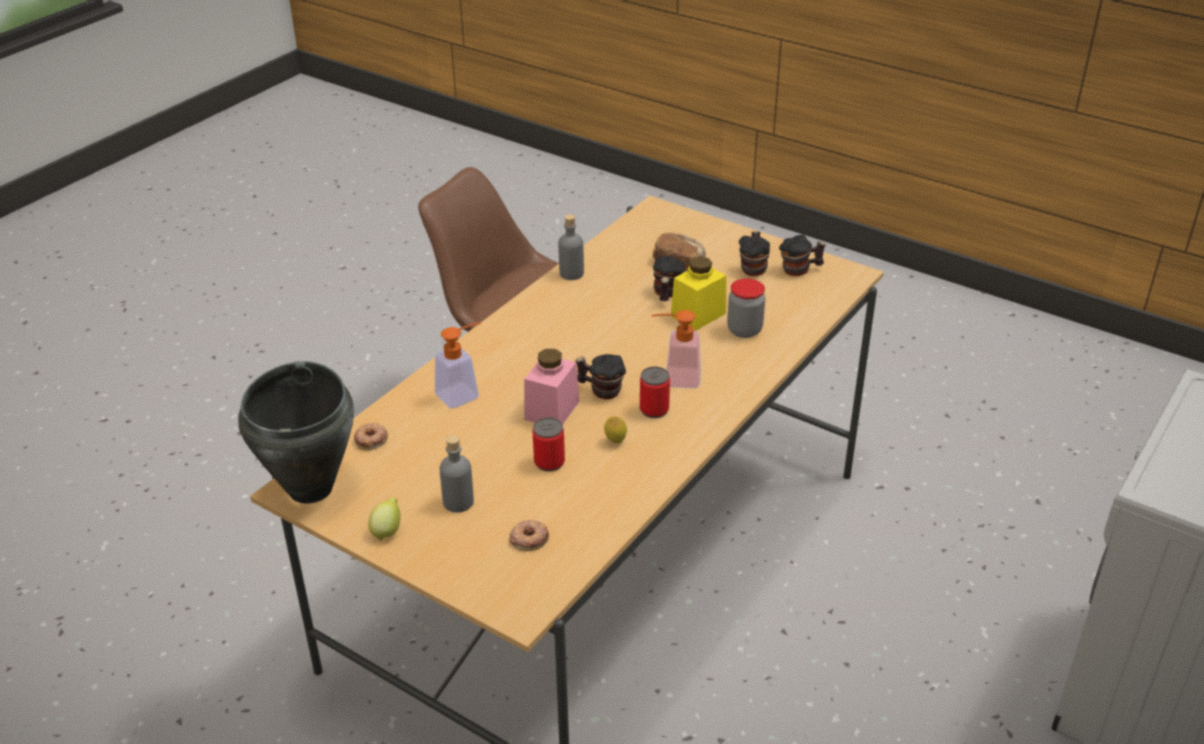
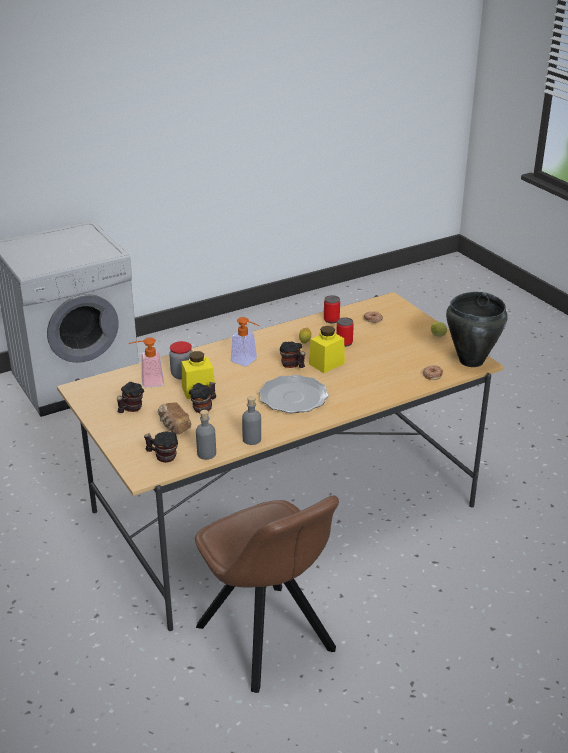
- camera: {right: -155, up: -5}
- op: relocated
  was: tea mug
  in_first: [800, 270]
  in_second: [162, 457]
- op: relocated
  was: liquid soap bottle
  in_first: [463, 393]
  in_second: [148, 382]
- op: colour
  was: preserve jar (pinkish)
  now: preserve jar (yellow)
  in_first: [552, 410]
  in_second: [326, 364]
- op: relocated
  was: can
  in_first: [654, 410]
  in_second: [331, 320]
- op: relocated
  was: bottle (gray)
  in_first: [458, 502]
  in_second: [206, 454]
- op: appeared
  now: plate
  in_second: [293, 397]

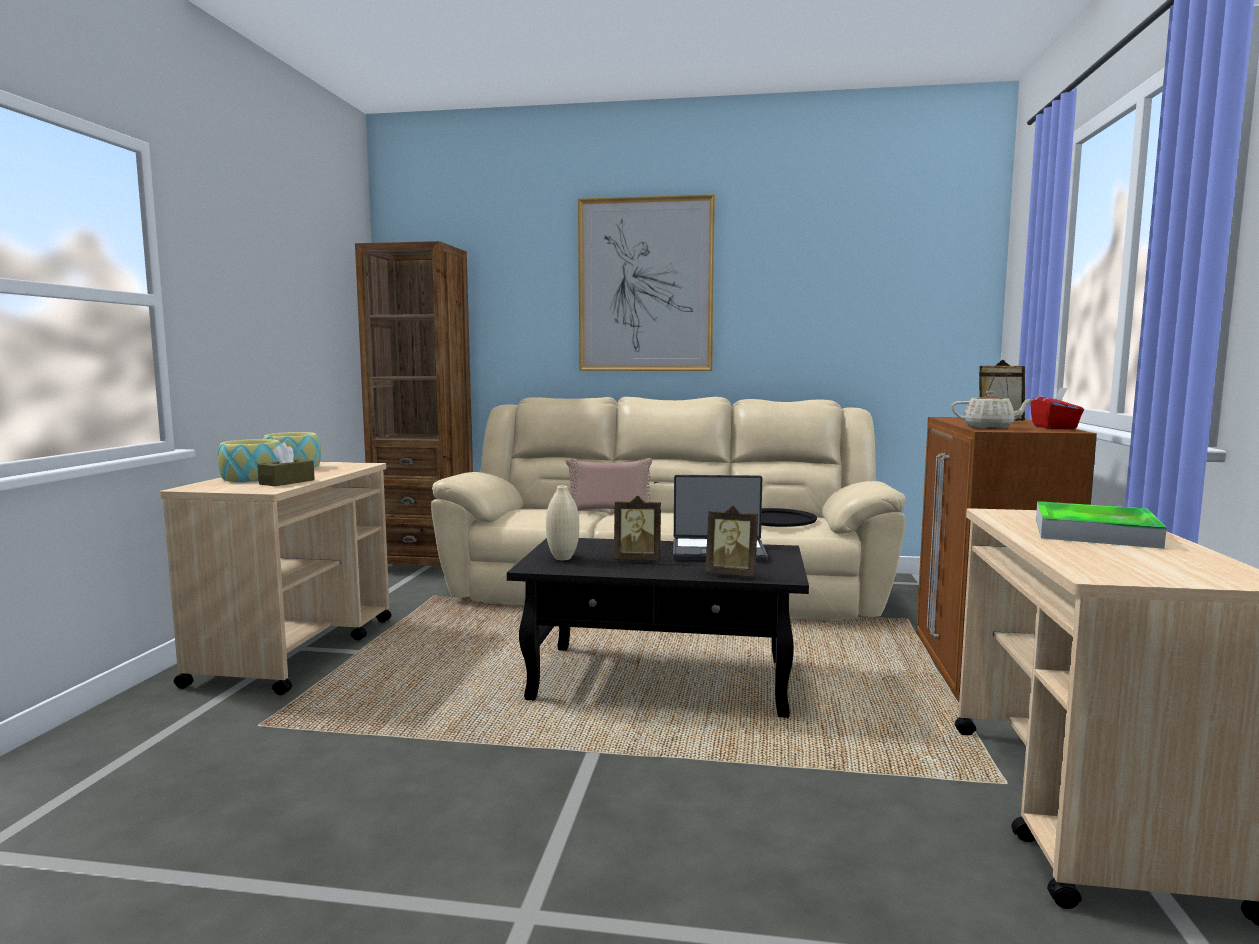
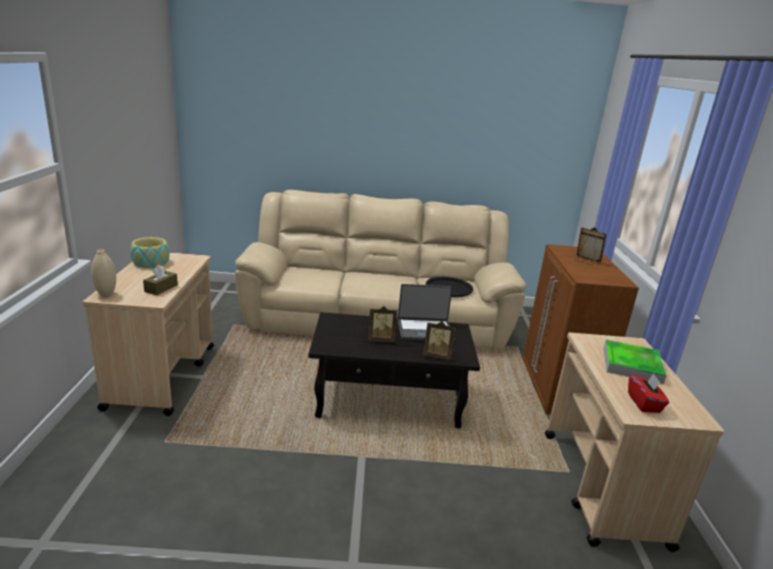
- camera: {right: -10, up: 15}
- op: missing
  was: wall art
  in_first: [645, 285]
- op: missing
  was: bookshelf (brown)
  in_first: [425, 565]
- op: relocated
  was: box of tissues (red)
  in_first: [1055, 427]
  in_second: [644, 403]
- op: missing
  was: teapot (sand-coloured)
  in_first: [989, 428]
- op: missing
  was: deep dish
  in_first: [253, 478]
- op: missing
  was: pillow (sand-coloured)
  in_first: [608, 512]
- op: relocated
  was: vase (sand-coloured)
  in_first: [563, 558]
  in_second: [106, 294]

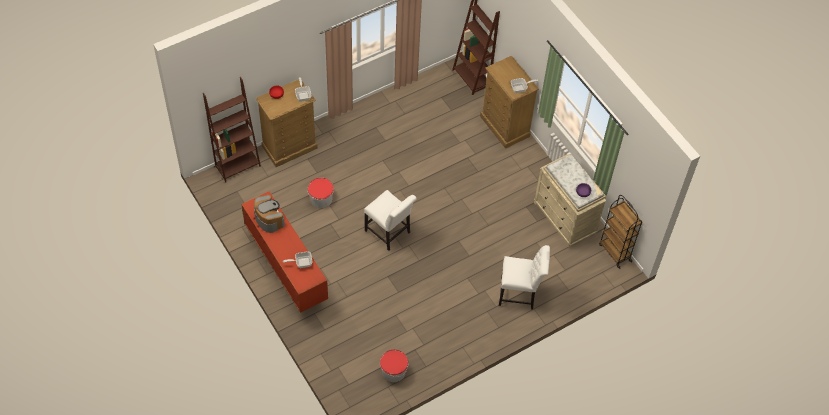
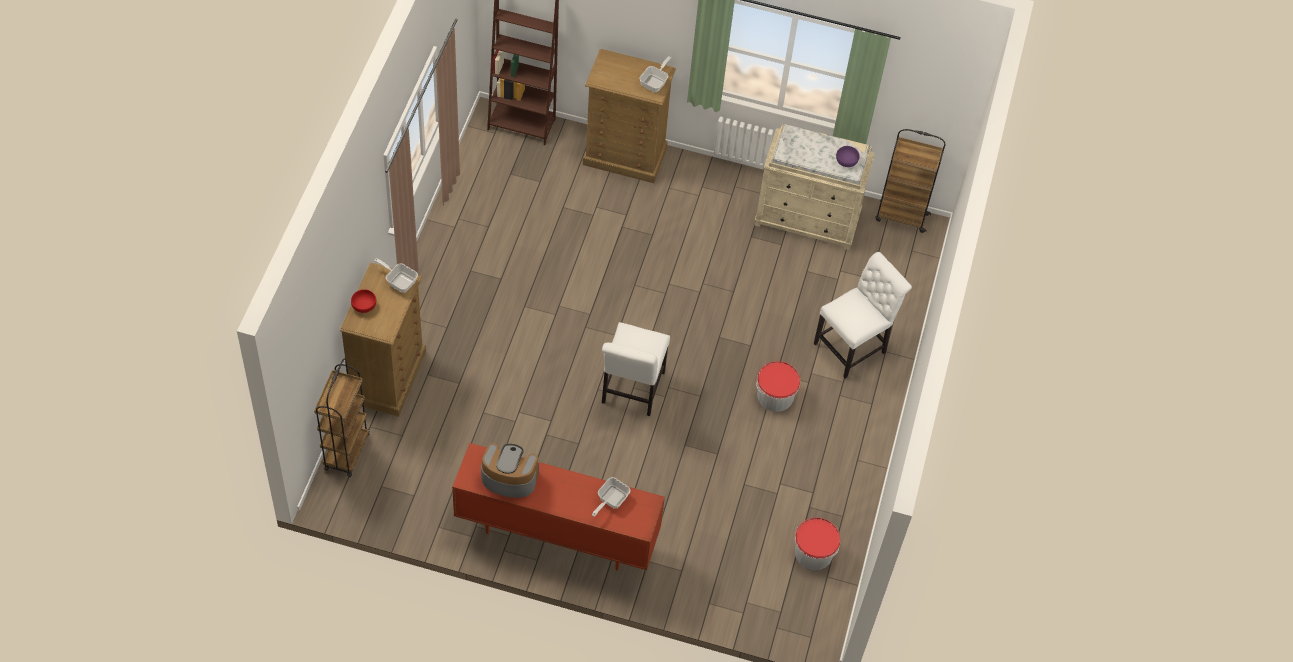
- camera: {right: -45, up: 0}
- op: exchanged
  was: bookshelf (brown)
  now: cart (brown)
  in_first: [237, 166]
  in_second: [346, 452]
- op: relocated
  was: pail
  in_first: [321, 199]
  in_second: [775, 396]
- op: spun
  was: plain chair (white-coloured)
  in_first: [389, 233]
  in_second: [631, 391]
  clockwise: 105

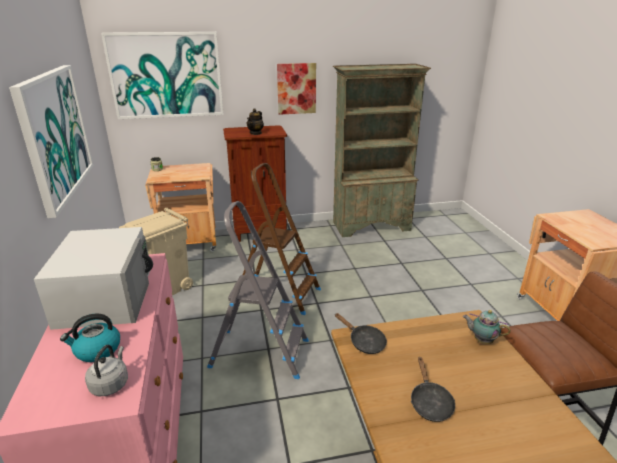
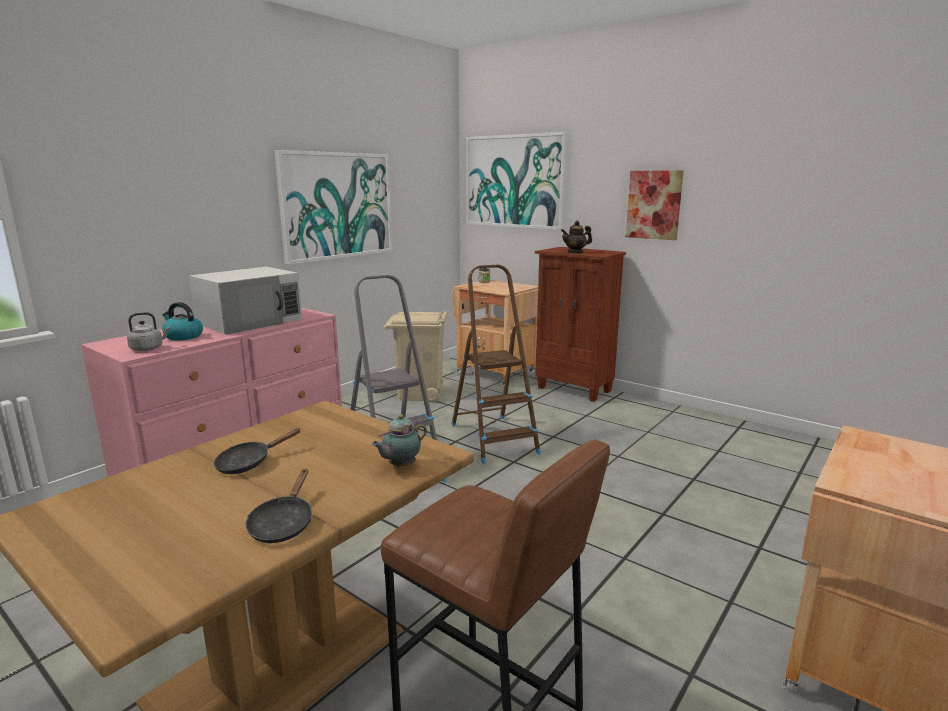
- camera: {right: 50, up: -10}
- op: missing
  was: bookshelf (green)
  in_first: [371, 226]
- op: spun
  was: teapot
  in_first: [481, 340]
  in_second: [400, 466]
  clockwise: -120
- op: relocated
  was: pan (black-coloured)
  in_first: [364, 342]
  in_second: [283, 524]

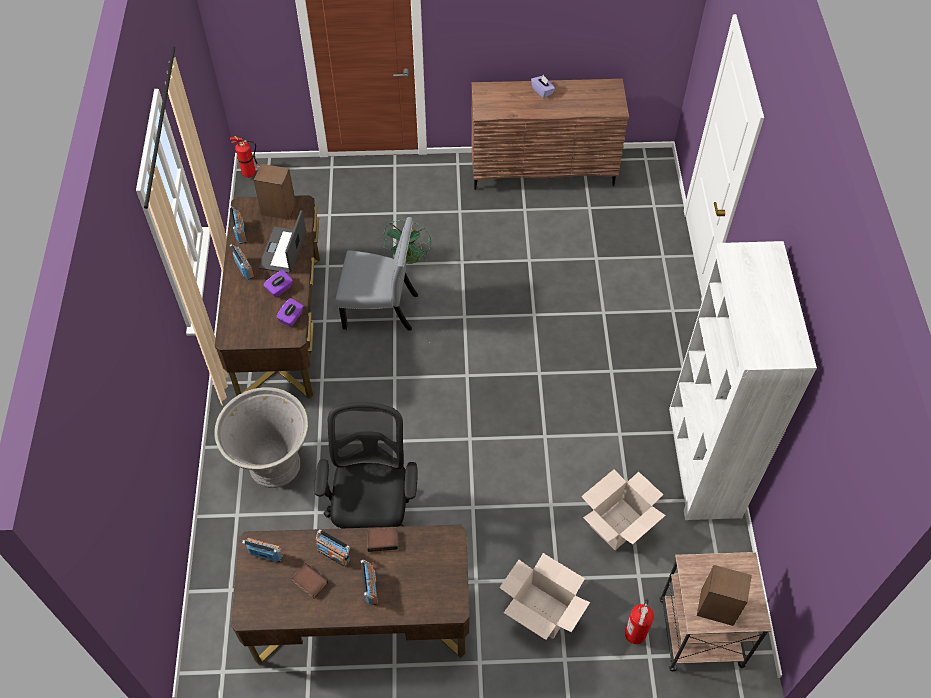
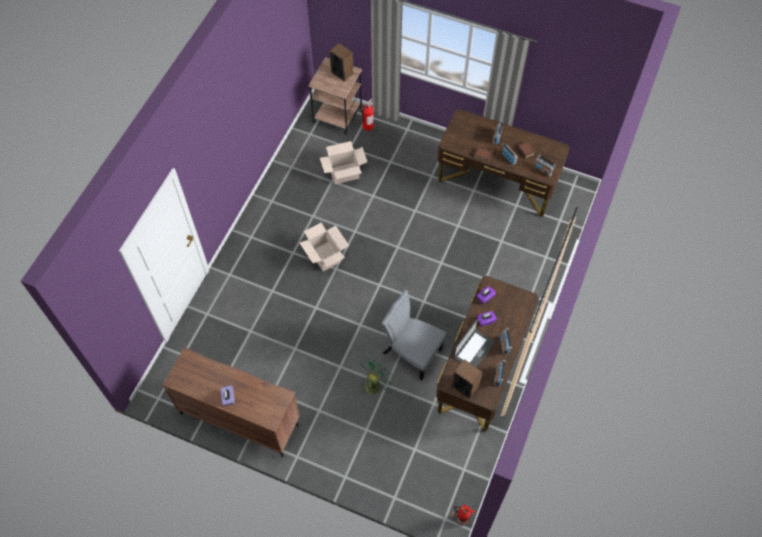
- camera: {right: -155, up: 5}
- op: missing
  was: bookshelf (white-coloured)
  in_first: [703, 462]
- op: missing
  was: planter (gray)
  in_first: [273, 466]
- op: missing
  was: office chair (black-coloured)
  in_first: [374, 519]
- op: relocated
  was: cardboard box
  in_first: [542, 610]
  in_second: [325, 256]

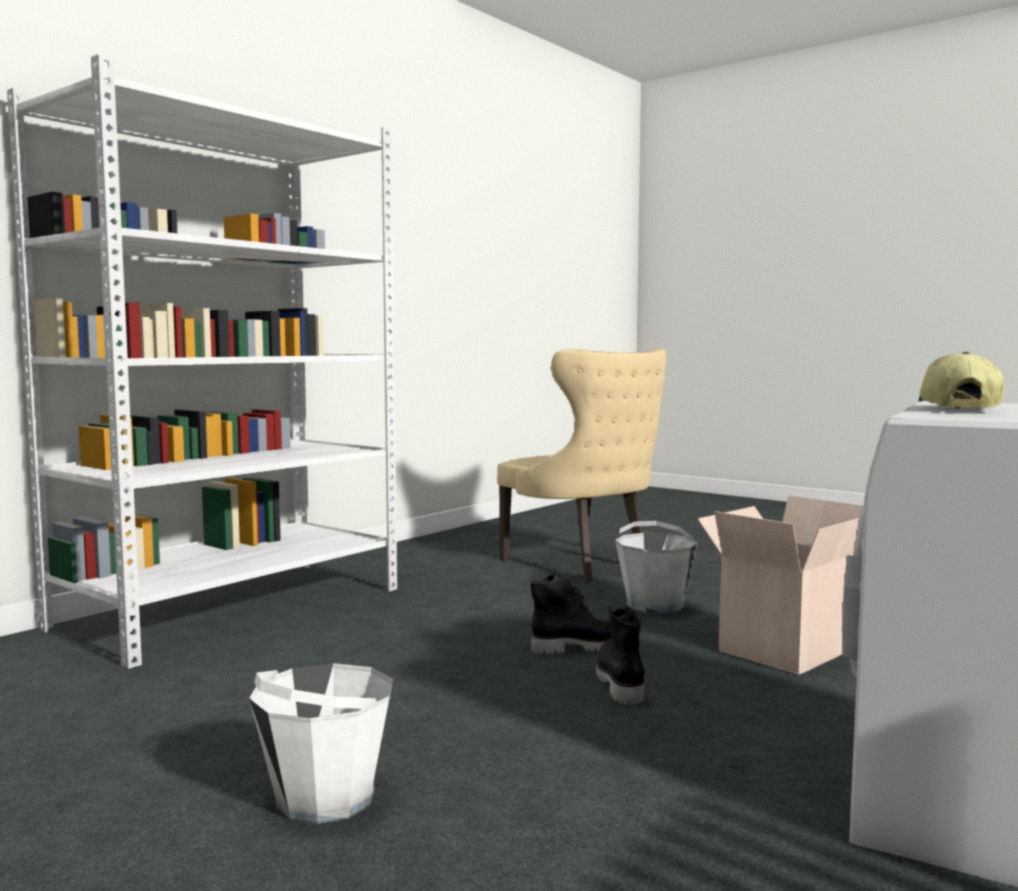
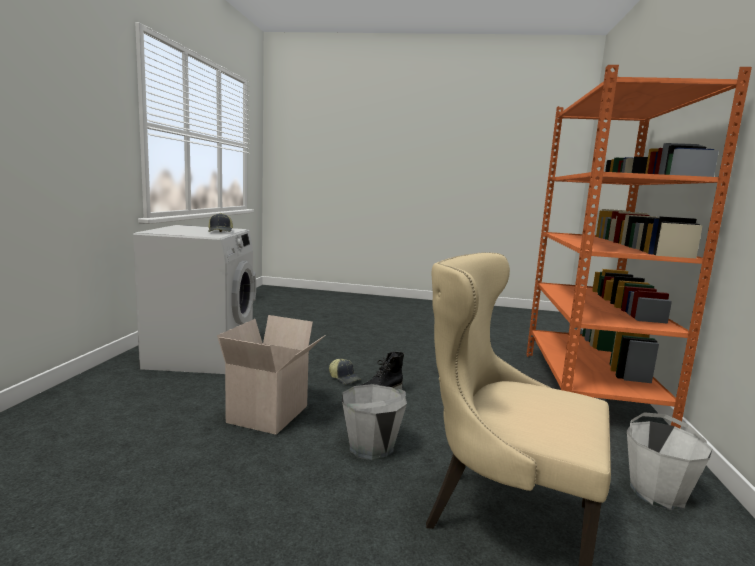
- camera: {right: 150, up: 5}
- op: colour
  was: bookshelf (white-coloured)
  now: bookshelf (orange-coloured)
  in_first: [232, 608]
  in_second: [587, 390]
- op: exchanged
  was: boot (black-coloured)
  now: baseball cap
  in_first: [618, 682]
  in_second: [344, 378]
- op: relocated
  was: pail (white-coloured)
  in_first: [324, 798]
  in_second: [657, 493]

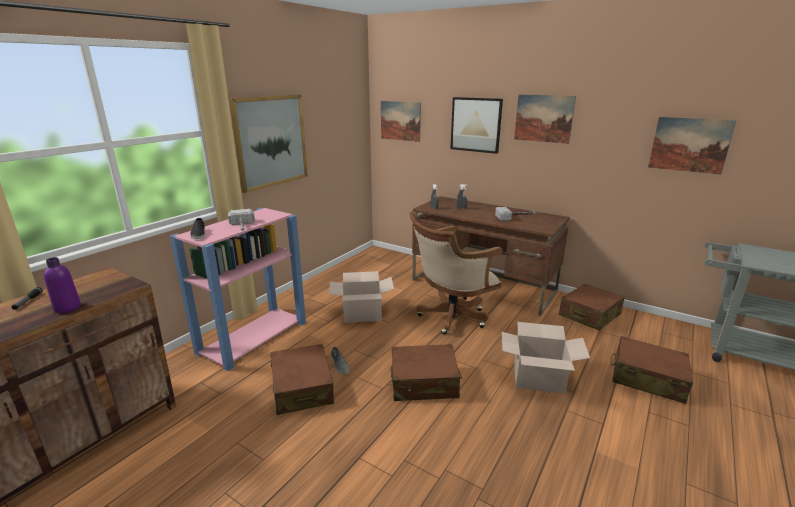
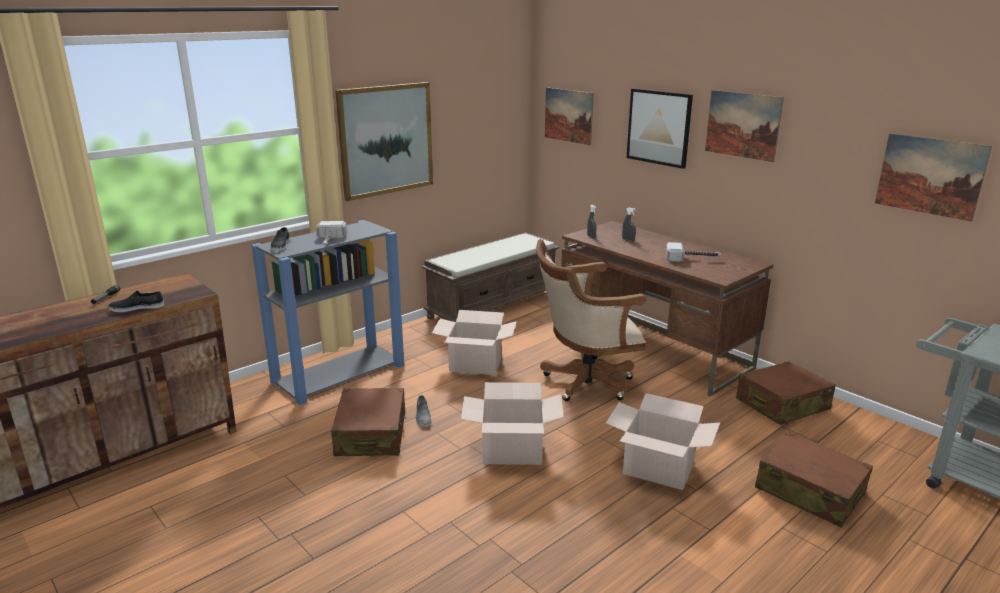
- camera: {right: 15, up: 0}
- op: colour
  was: bookshelf (pinkish)
  now: bookshelf (gray)
  in_first: [254, 337]
  in_second: [340, 373]
- op: exchanged
  was: bottle (purplish)
  now: low shoe (black-coloured)
  in_first: [67, 308]
  in_second: [137, 307]
- op: exchanged
  was: suitcase (brown)
  now: cardboard box
  in_first: [424, 382]
  in_second: [512, 450]
- op: appeared
  now: long seat (brown)
  in_second: [493, 305]

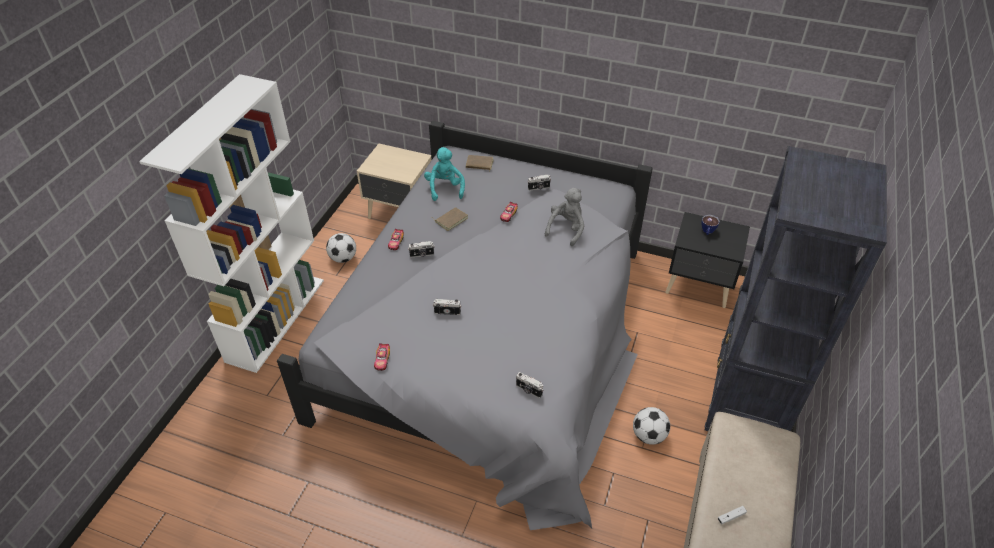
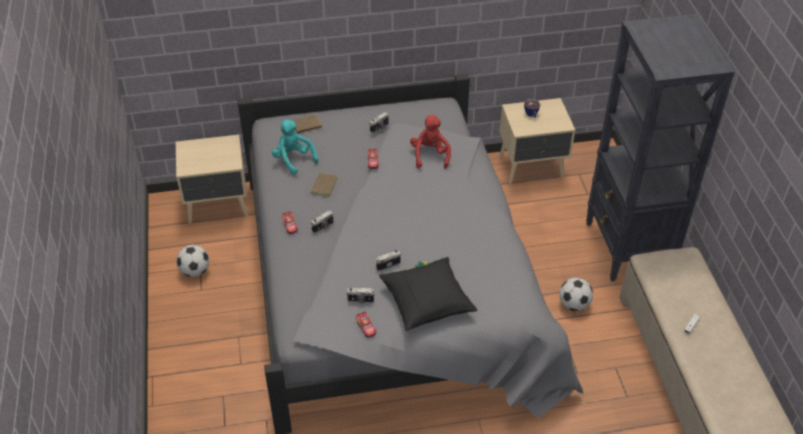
- camera: {right: -30, up: 0}
- op: missing
  was: bookshelf (white-coloured)
  in_first: [276, 319]
- op: colour
  was: soft toy (gray)
  now: soft toy (red)
  in_first: [566, 229]
  in_second: [430, 155]
- op: colour
  was: bedside table (black-coloured)
  now: bedside table (sand-coloured)
  in_first: [699, 287]
  in_second: [532, 167]
- op: relocated
  was: still camera
  in_first: [528, 390]
  in_second: [360, 300]
- op: appeared
  now: pillow (black-coloured)
  in_second: [427, 302]

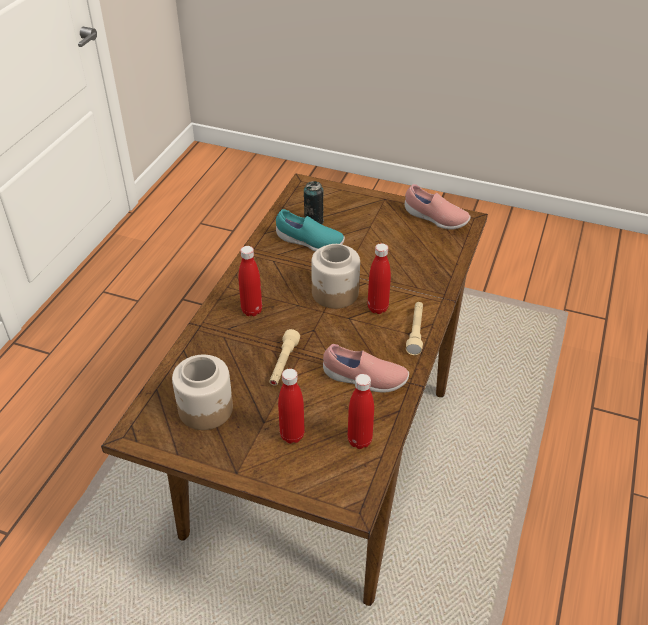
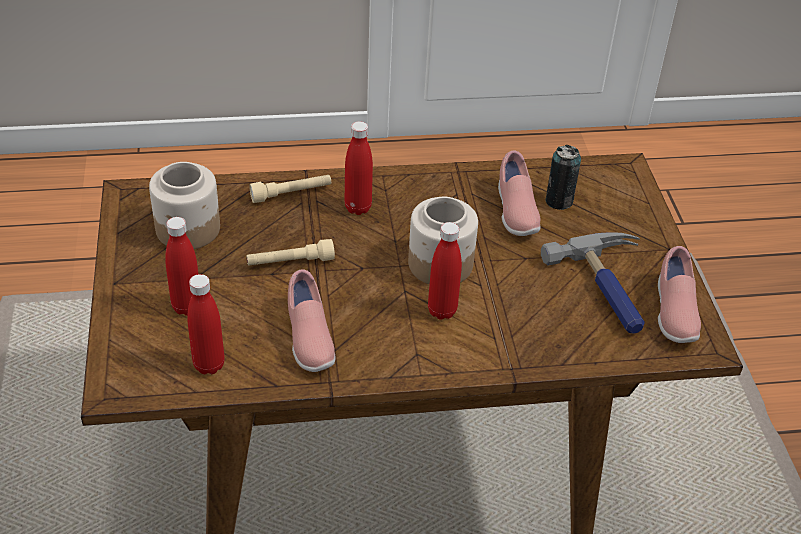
- camera: {right: 60, up: 0}
- op: colour
  was: low shoe (turquoise)
  now: low shoe (pinkish)
  in_first: [309, 242]
  in_second: [515, 211]
- op: relocated
  was: torch (sand-coloured)
  in_first: [415, 332]
  in_second: [291, 194]
- op: appeared
  now: hammer
  in_second: [611, 289]

